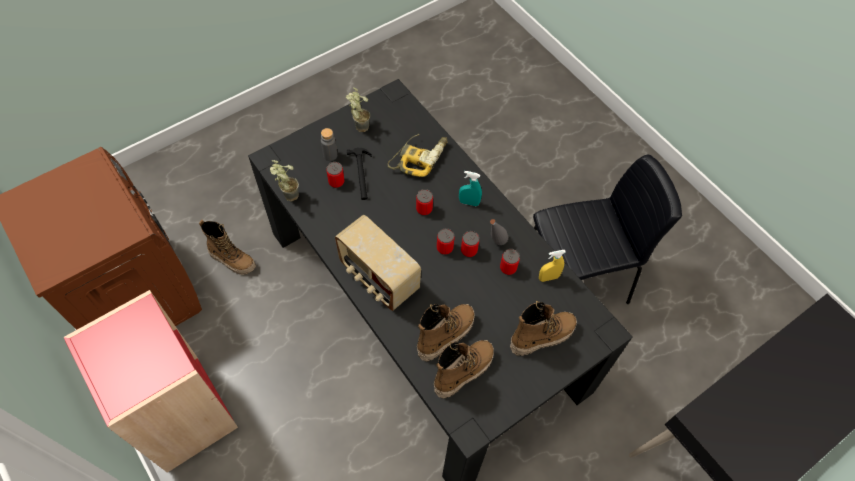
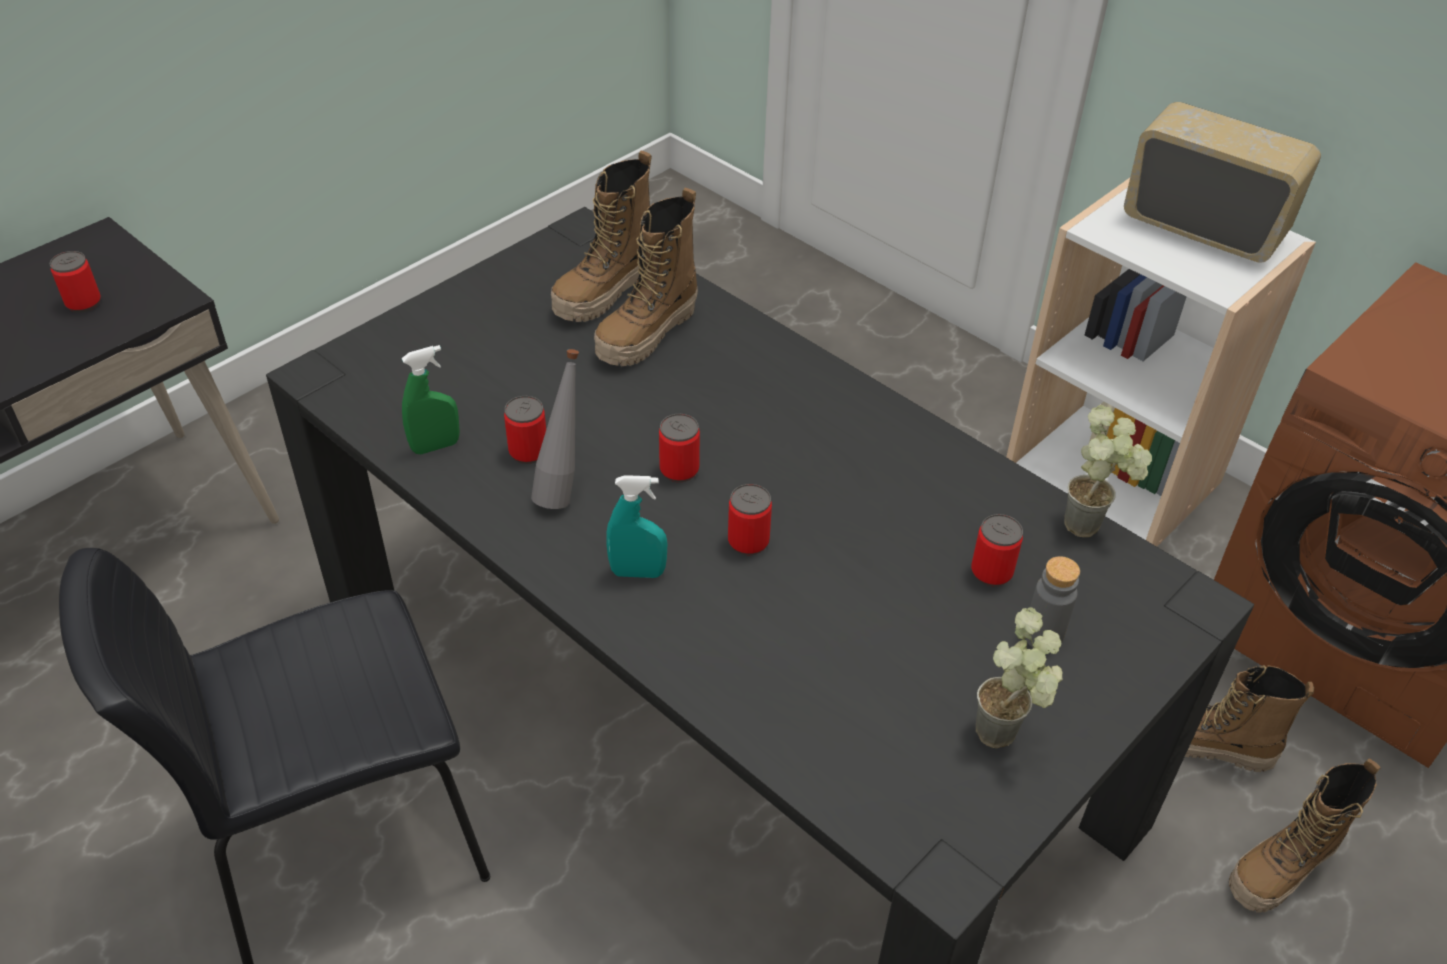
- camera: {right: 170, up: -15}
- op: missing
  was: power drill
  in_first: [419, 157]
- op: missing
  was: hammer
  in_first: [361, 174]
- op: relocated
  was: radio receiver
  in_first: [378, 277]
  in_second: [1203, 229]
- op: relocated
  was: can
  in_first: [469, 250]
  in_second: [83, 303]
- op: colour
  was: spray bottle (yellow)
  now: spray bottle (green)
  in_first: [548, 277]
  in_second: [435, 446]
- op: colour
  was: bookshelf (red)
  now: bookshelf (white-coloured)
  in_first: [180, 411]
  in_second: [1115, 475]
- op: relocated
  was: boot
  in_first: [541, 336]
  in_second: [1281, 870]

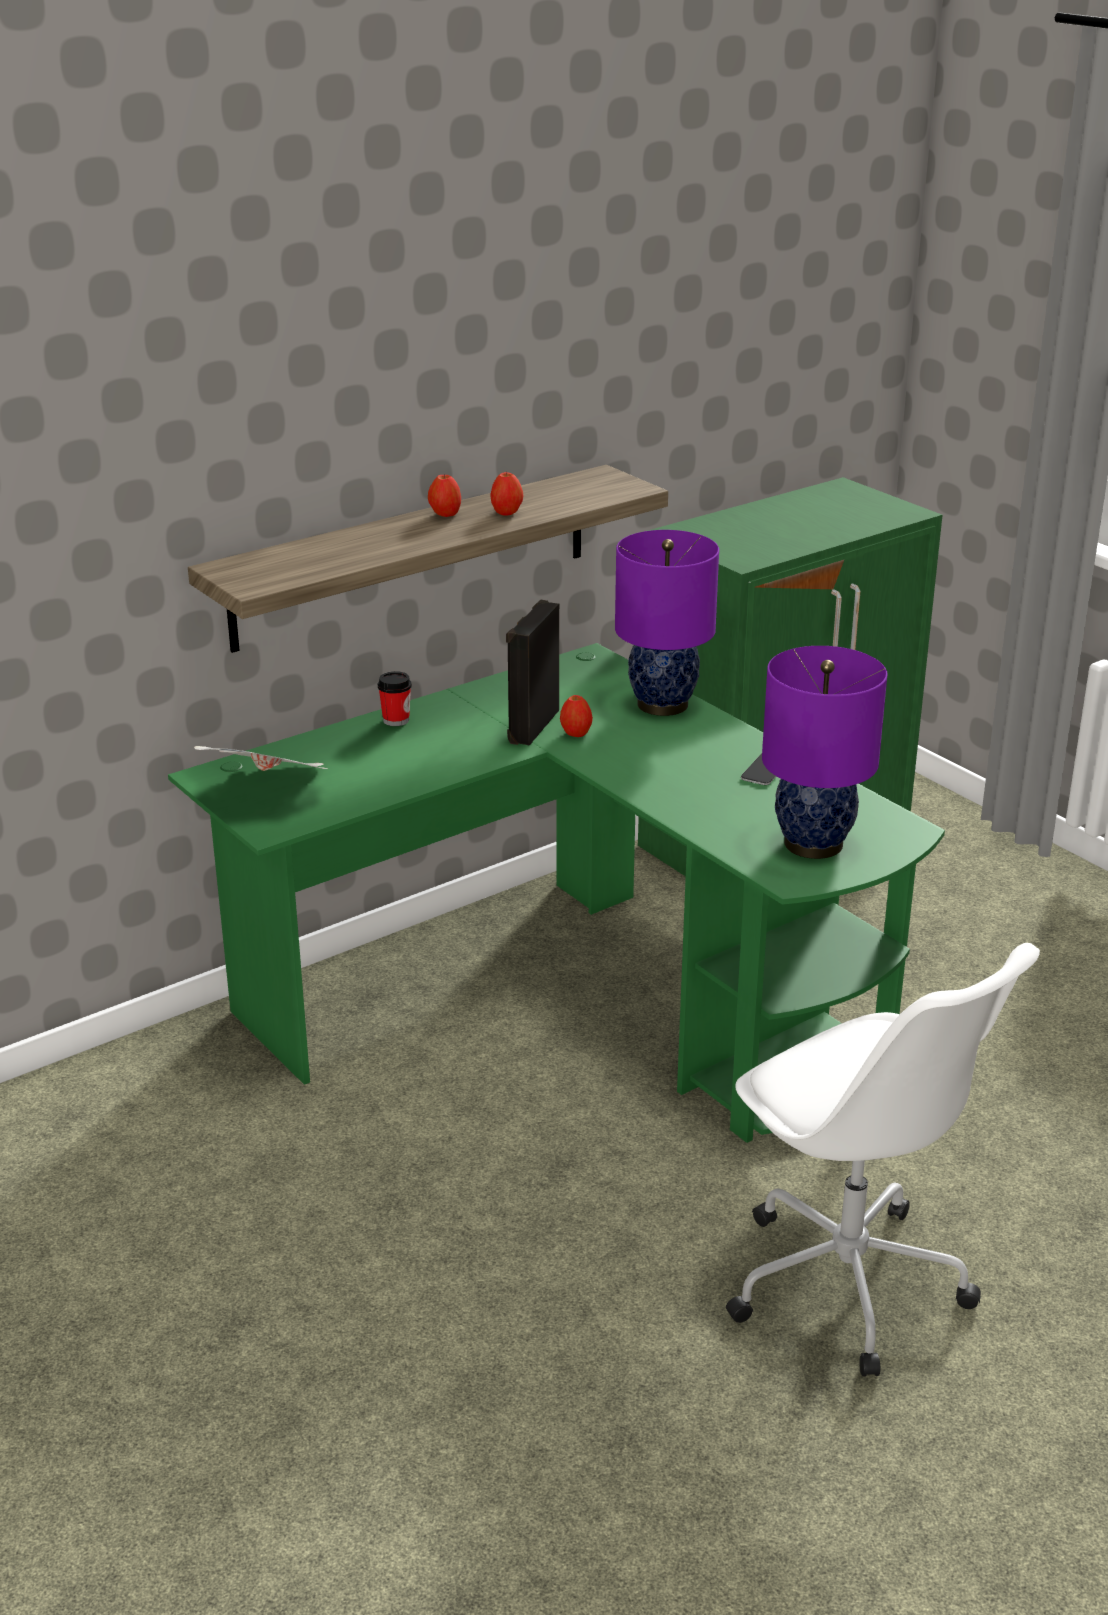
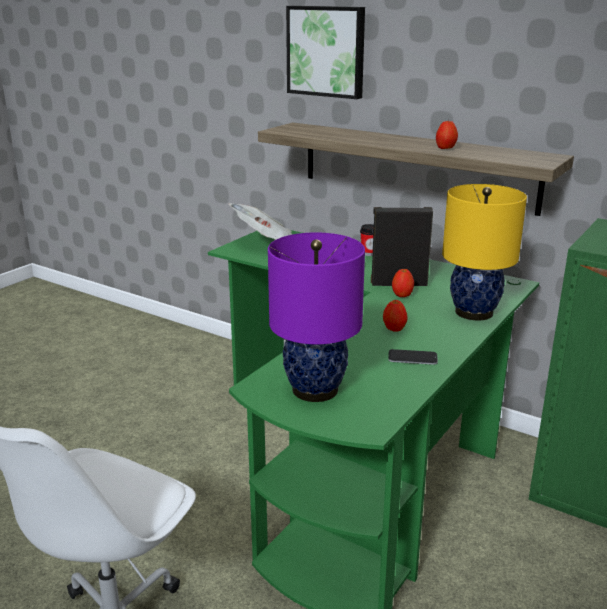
- camera: {right: 70, up: -5}
- op: relocated
  was: apple fruit
  in_first: [445, 514]
  in_second: [394, 328]
- op: colour
  was: table lamp (purplish)
  now: table lamp (yellow)
  in_first: [663, 704]
  in_second: [474, 312]
- op: appeared
  now: wall art
  in_second: [327, 51]

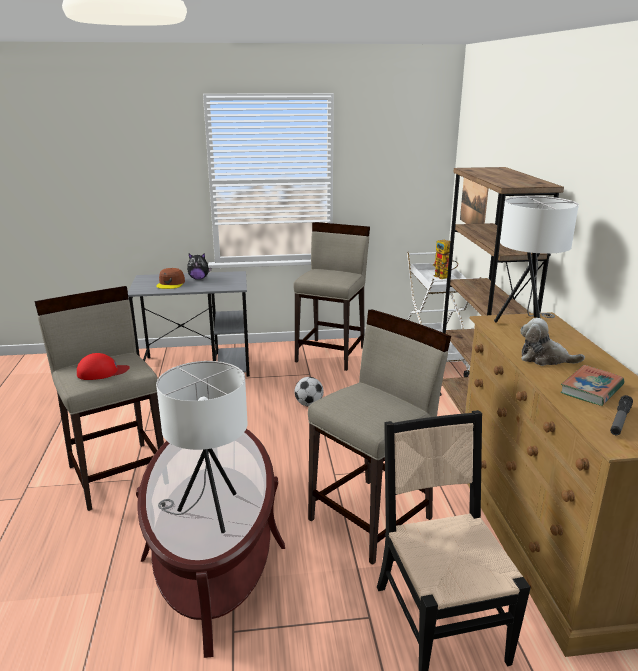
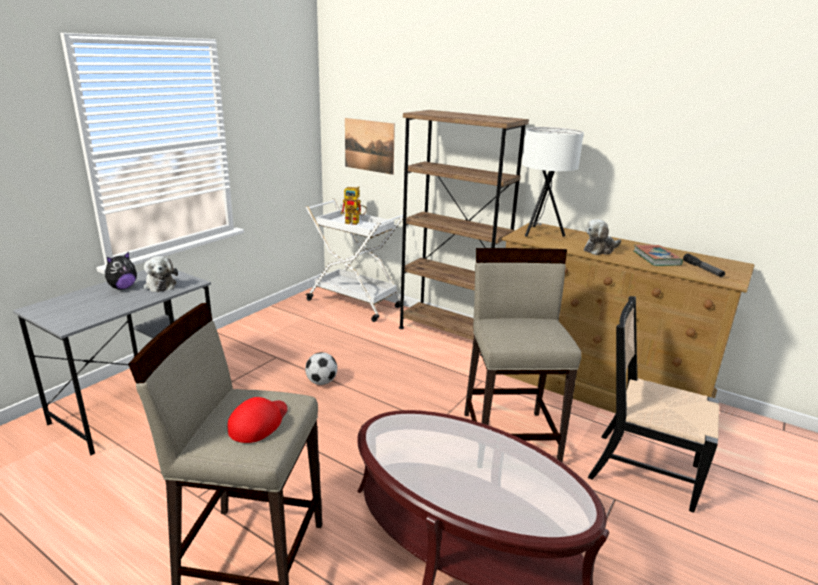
- camera: {right: -50, up: 0}
- op: missing
  was: sitting stool (sand-coloured)
  in_first: [331, 354]
- op: missing
  was: baseball cap (brown)
  in_first: [171, 284]
- op: missing
  was: table lamp (white-coloured)
  in_first: [209, 512]
- op: appeared
  now: soft toy
  in_second: [160, 285]

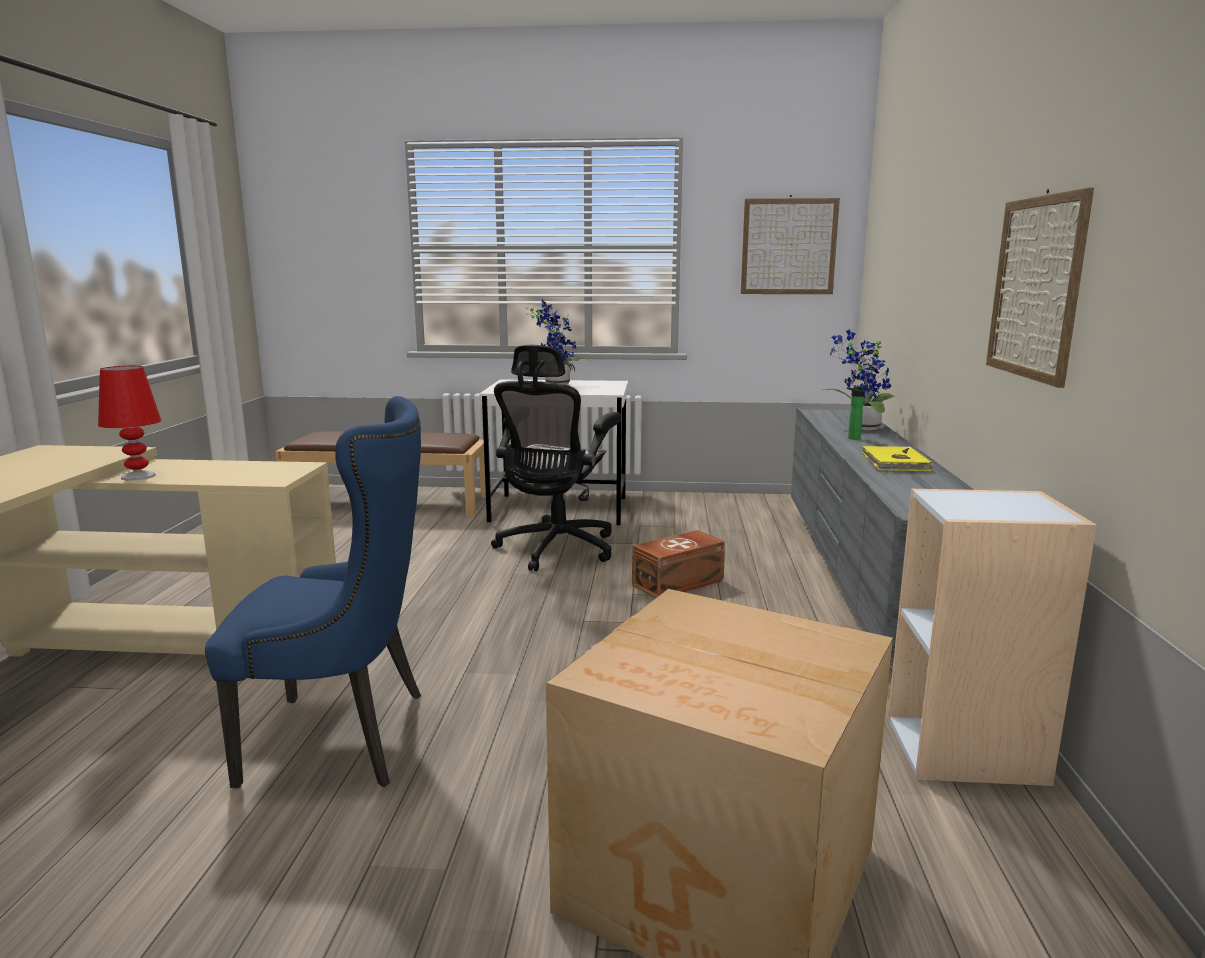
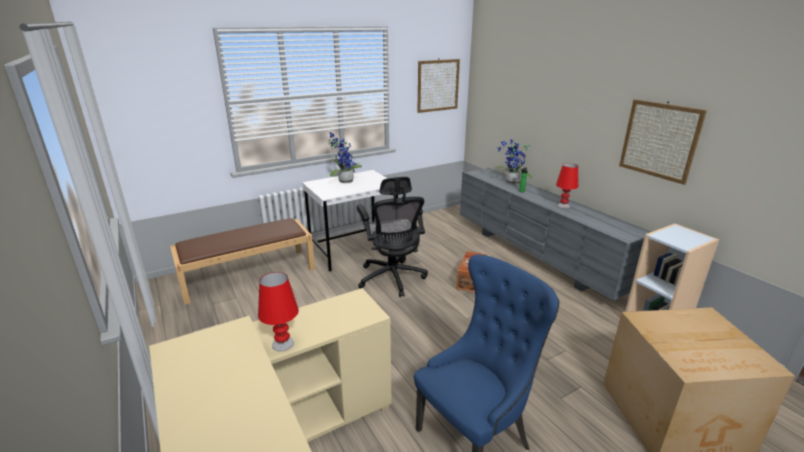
- camera: {right: -35, up: 10}
- op: exchanged
  was: book (yellow)
  now: table lamp (red)
  in_first: [893, 462]
  in_second: [563, 205]

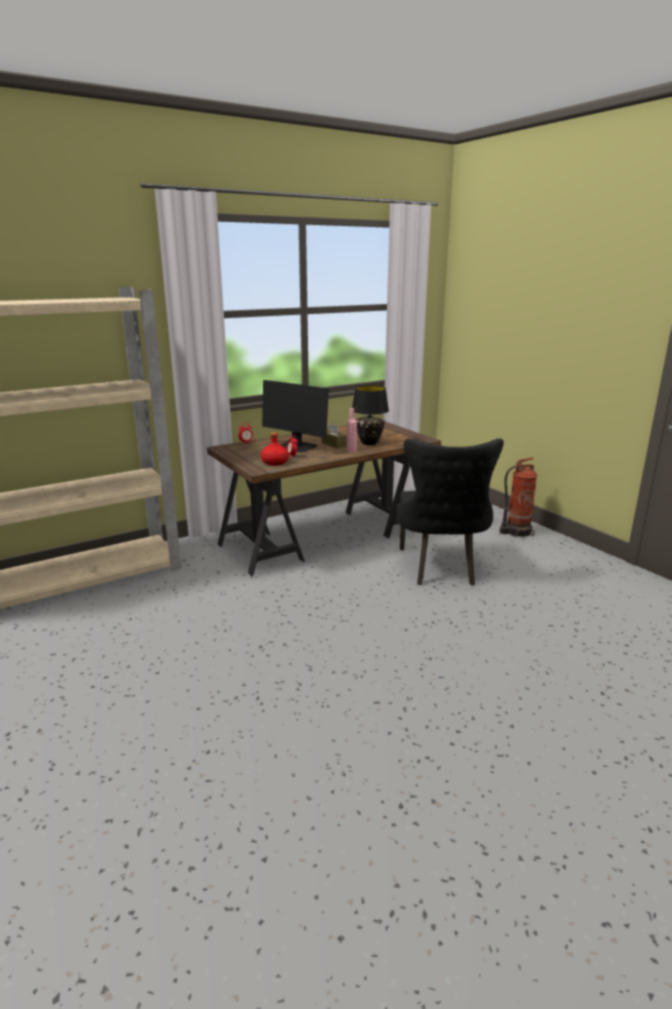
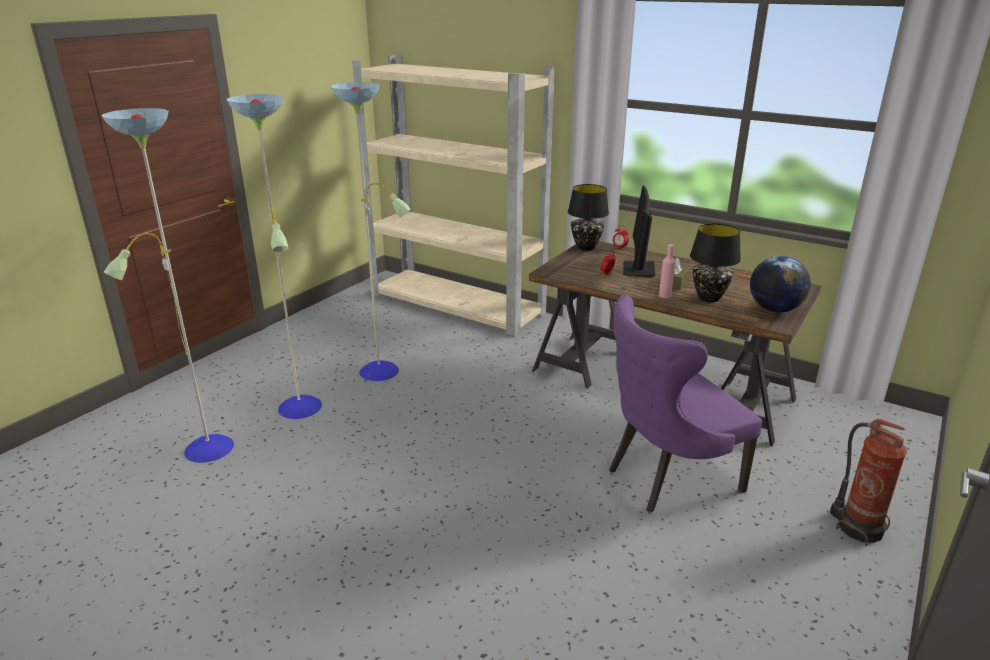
- camera: {right: 65, up: 5}
- op: missing
  was: bottle (red)
  in_first: [275, 462]
- op: colour
  was: plain chair (black-coloured)
  now: plain chair (purplish)
  in_first: [440, 567]
  in_second: [667, 478]
- op: appeared
  now: standard lamp
  in_second: [301, 408]
- op: appeared
  now: table lamp (black-coloured)
  in_second: [585, 248]
- op: appeared
  now: desk globe
  in_second: [774, 309]

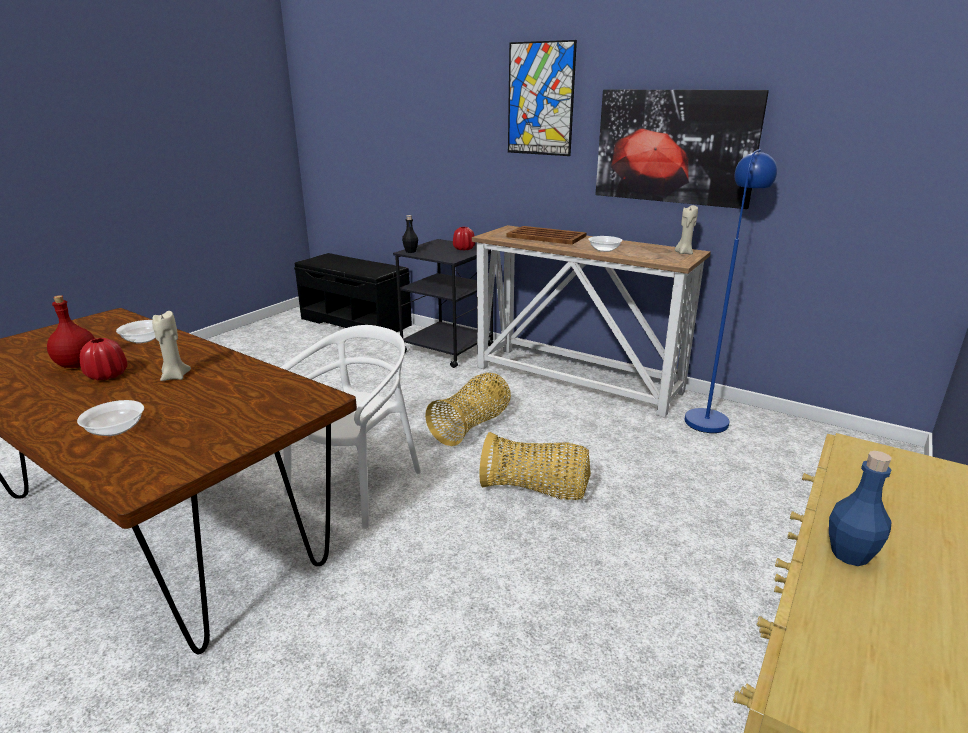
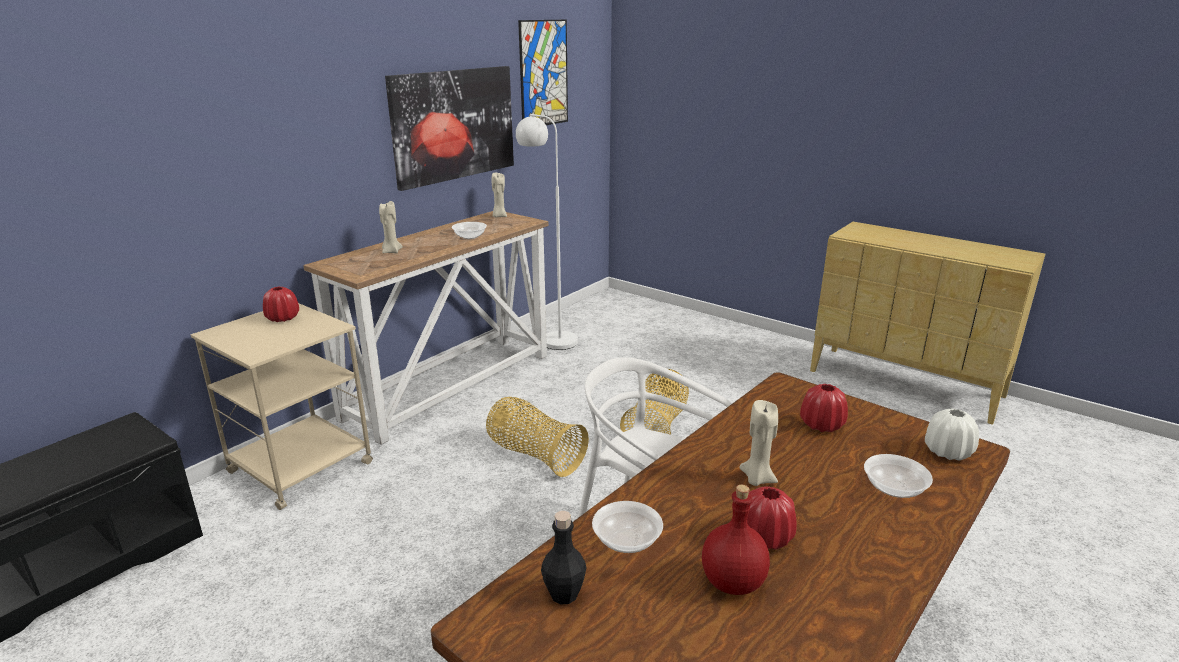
- camera: {right: -85, up: 0}
- op: relocated
  was: wall art
  in_first: [540, 99]
  in_second: [543, 74]
- op: colour
  was: standard lamp (bluish)
  now: standard lamp (white-coloured)
  in_first: [709, 417]
  in_second: [551, 339]
- op: relocated
  was: bottle (black-coloured)
  in_first: [410, 251]
  in_second: [564, 594]
- op: exchanged
  was: serving tray (brown)
  now: candle (sand-coloured)
  in_first: [547, 236]
  in_second: [391, 251]
- op: colour
  was: cart (black-coloured)
  now: cart (sand-coloured)
  in_first: [448, 349]
  in_second: [302, 465]
- op: missing
  was: bottle (bluish)
  in_first: [849, 554]
- op: appeared
  now: vase (red)
  in_second: [821, 425]
- op: appeared
  now: vase (white-coloured)
  in_second: [947, 452]

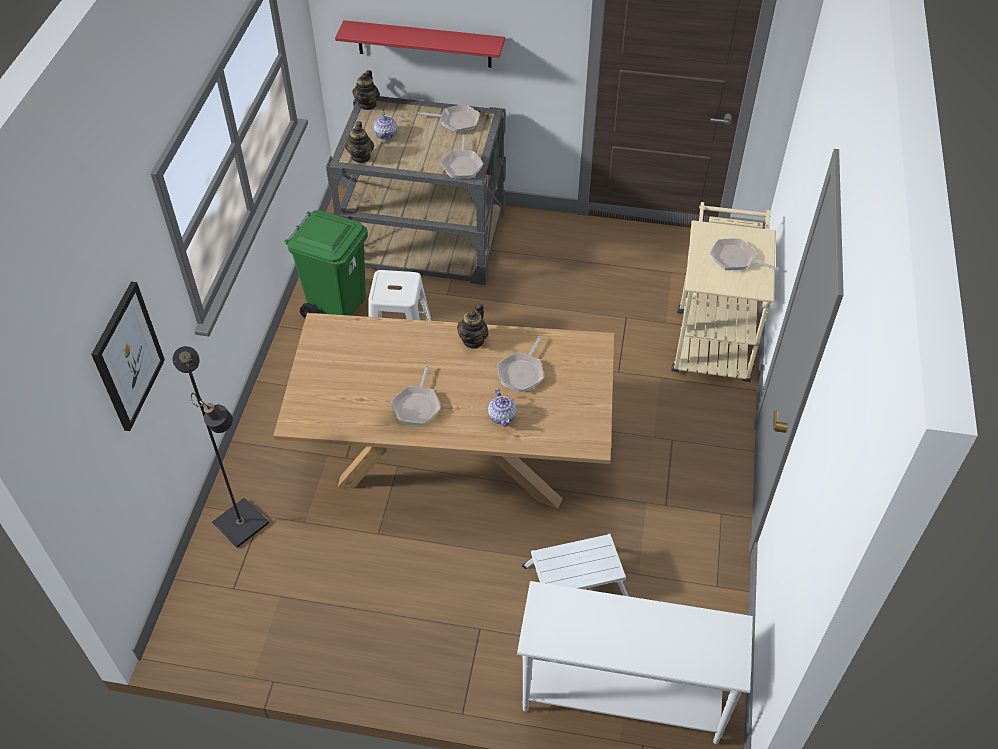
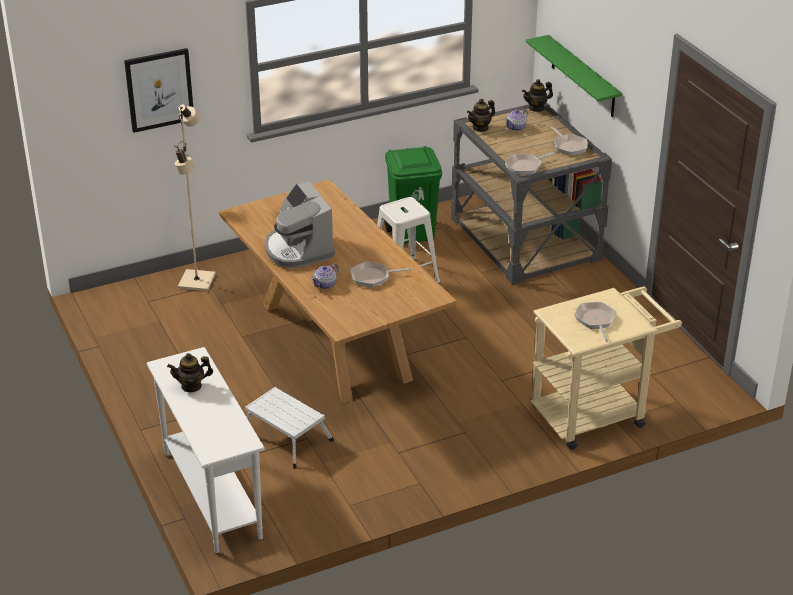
- camera: {right: 55, up: -15}
- op: colour
  was: wall shelf (red)
  now: wall shelf (green)
  in_first: [424, 44]
  in_second: [583, 77]
- op: relocated
  was: teapot
  in_first: [473, 340]
  in_second: [191, 386]
- op: colour
  was: standard lamp (black-coloured)
  now: standard lamp (sand-coloured)
  in_first: [241, 523]
  in_second: [196, 281]
- op: exchanged
  was: pan
  now: coffee maker
  in_first: [417, 405]
  in_second: [298, 250]

